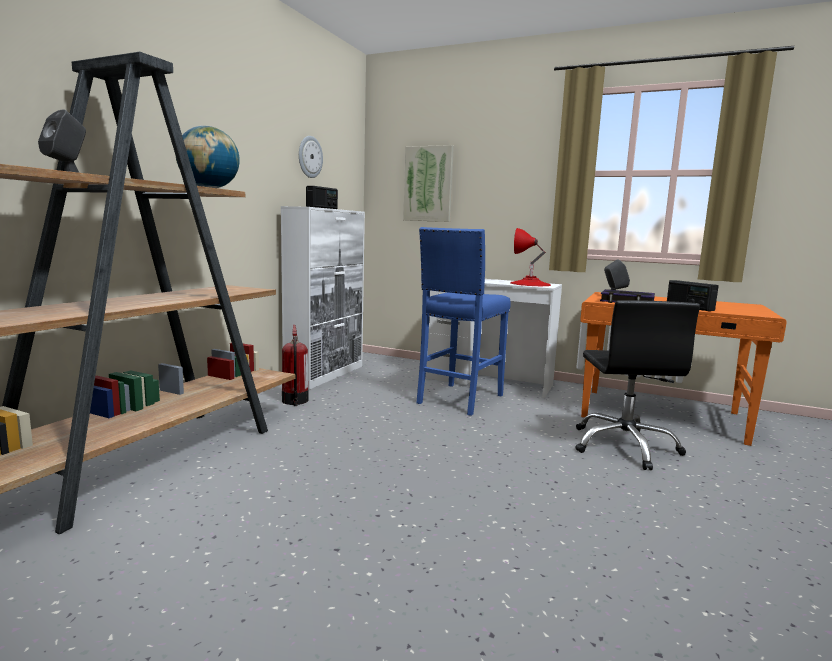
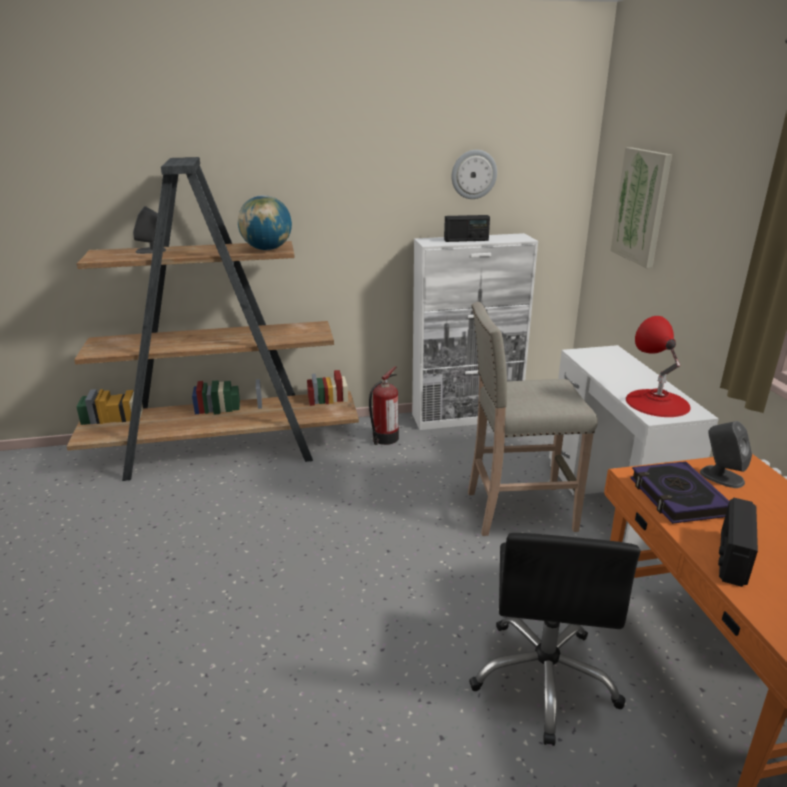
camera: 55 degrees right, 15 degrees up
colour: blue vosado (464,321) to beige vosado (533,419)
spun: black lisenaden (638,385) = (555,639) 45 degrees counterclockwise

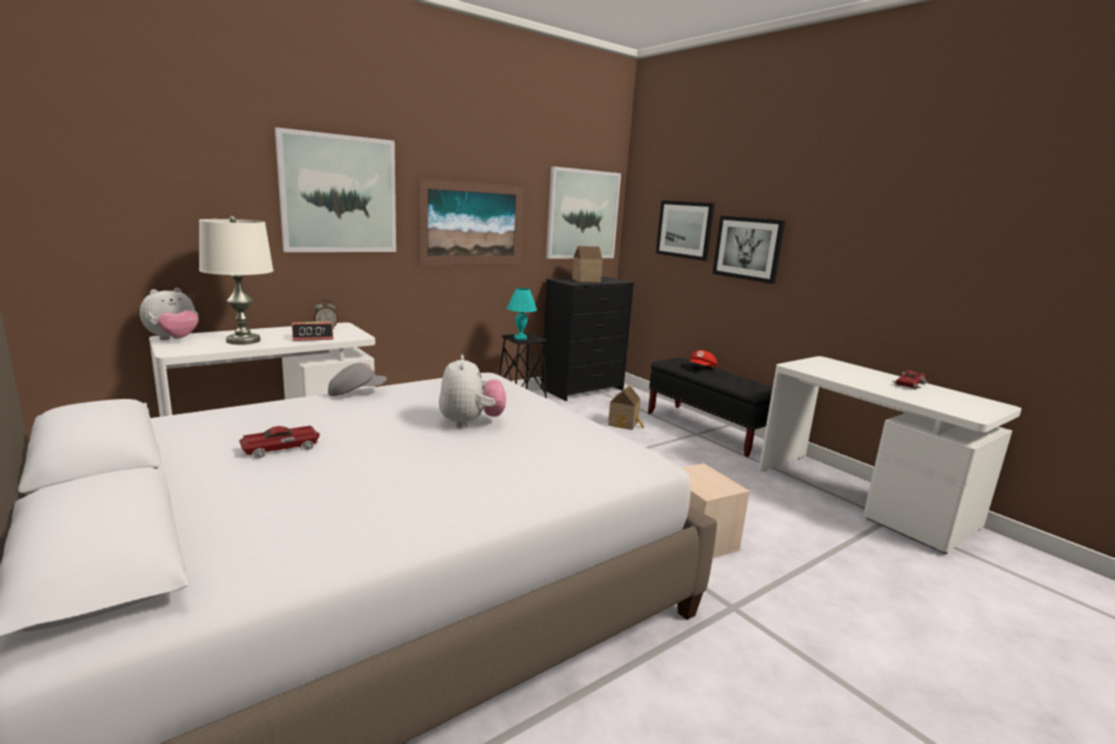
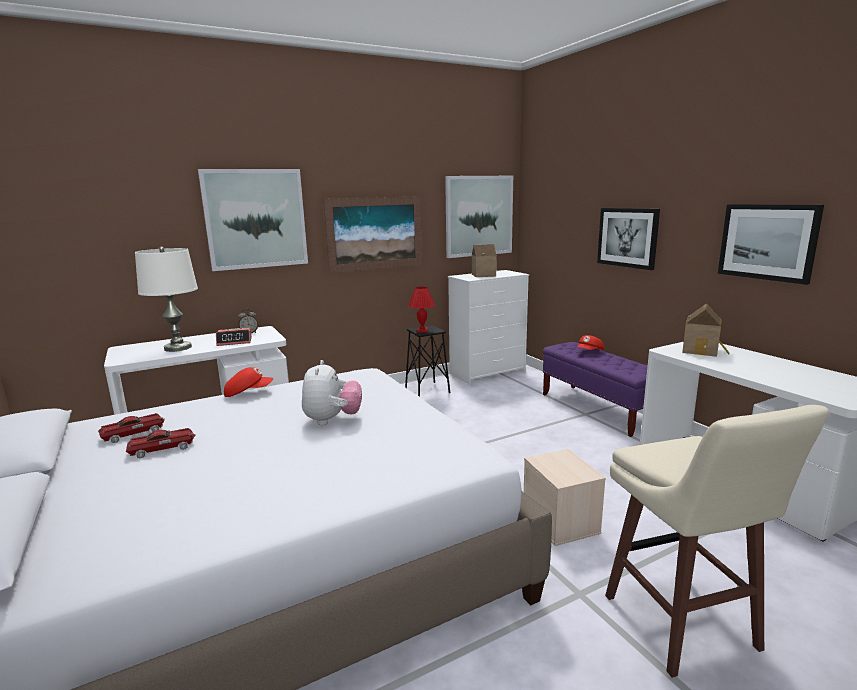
camera: 10 degrees right, 0 degrees up
missing: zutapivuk (169,314)
appeared: beige vosado (717,541)
relocated: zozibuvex (910,380) to (131,428); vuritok (626,407) to (705,330); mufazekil (685,230) to (771,244)
colour: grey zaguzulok (357,379) to red zaguzulok (248,382); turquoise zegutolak (522,314) to red zegutolak (421,310); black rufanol (588,339) to white rufanol (488,327); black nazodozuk (710,407) to purple nazodozuk (595,389)

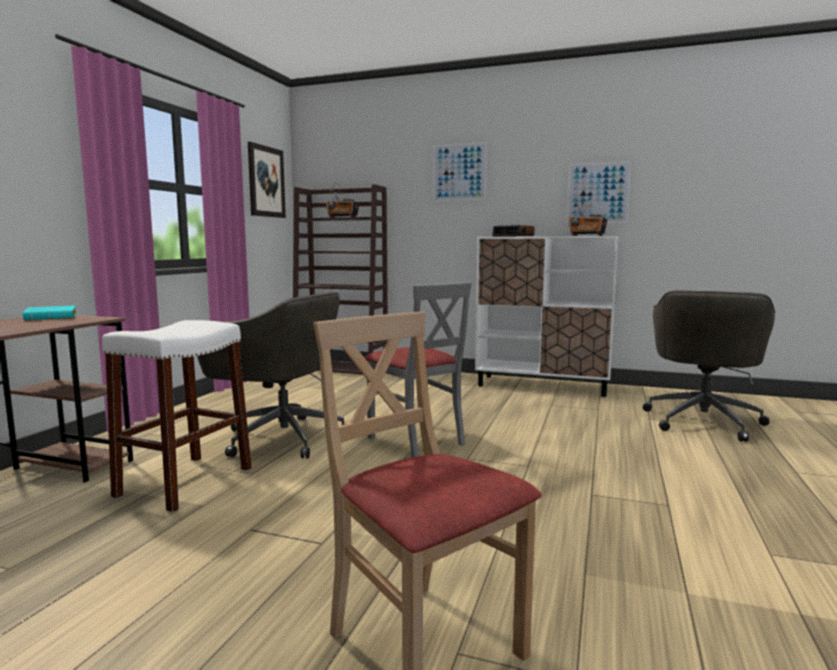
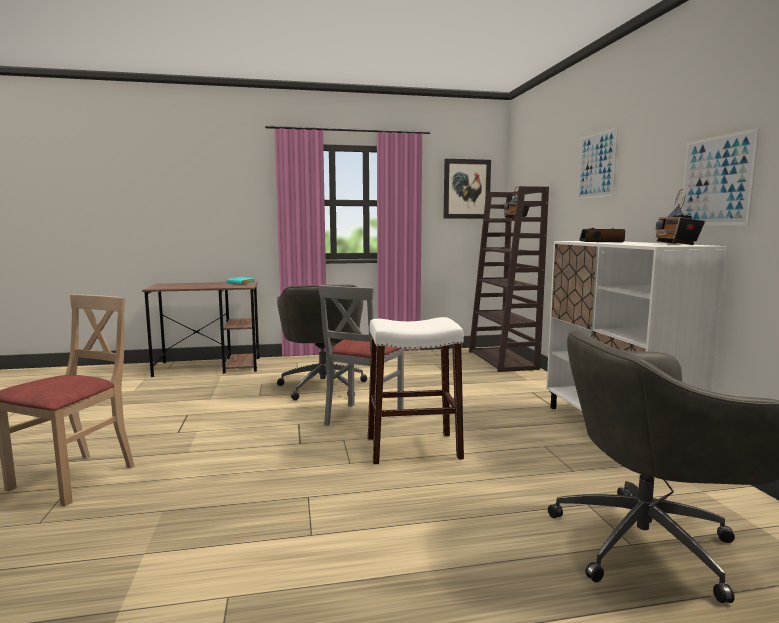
camera: 60 degrees right, 0 degrees up
relocated: white vosado (177,416) to (416,390)

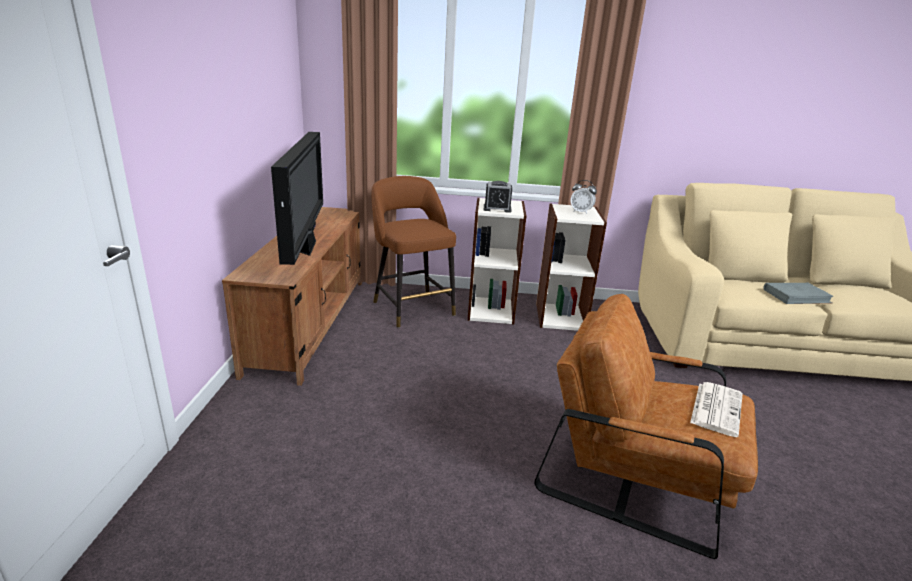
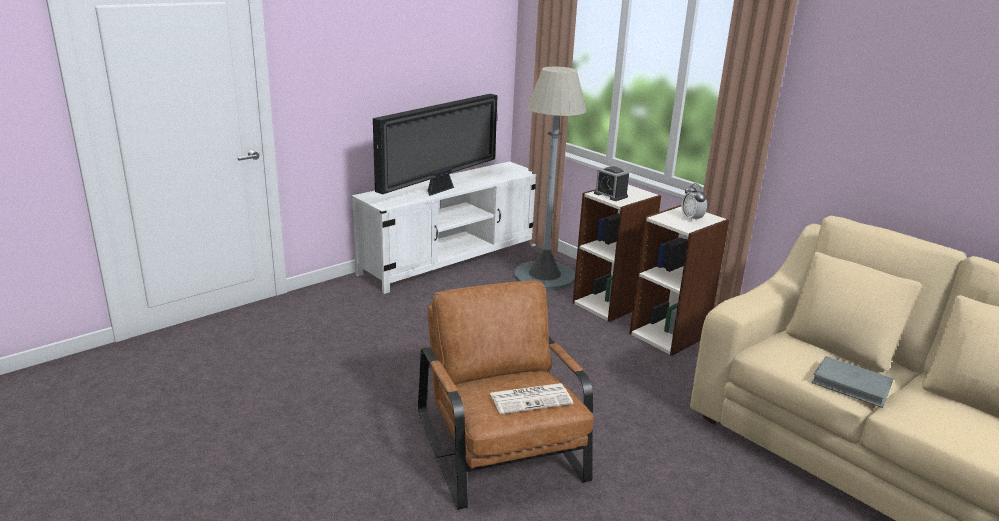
camera: 45 degrees right, 0 degrees up
exchanged: brown vosado (414,252) to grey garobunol (550,178)
colour: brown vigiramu (292,296) to white vigiramu (444,227)

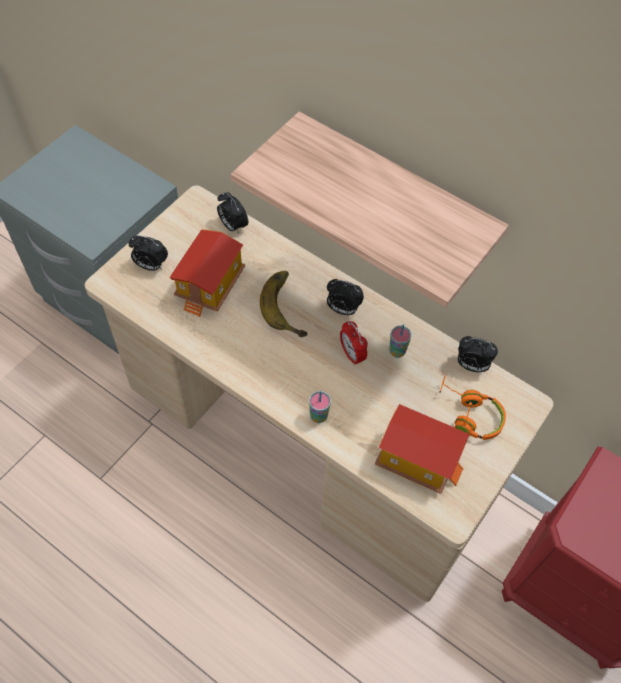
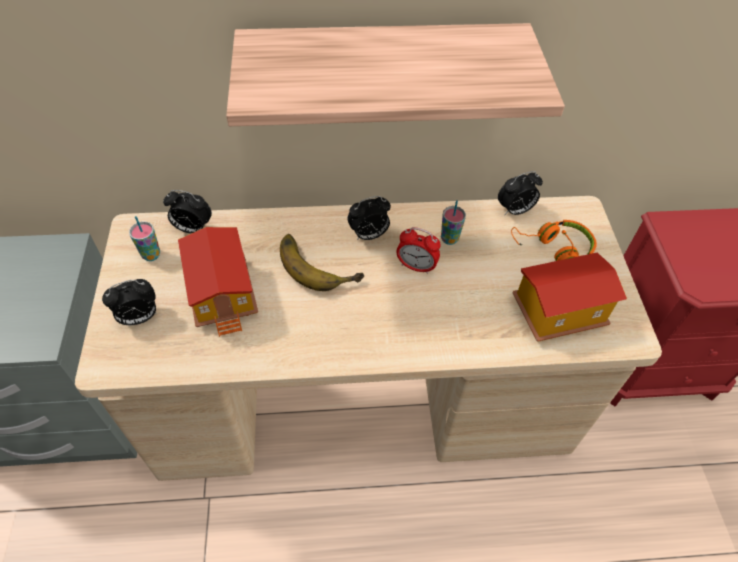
camera: 40 degrees left, 5 degrees down
relocated: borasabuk (320,407) to (144,238)

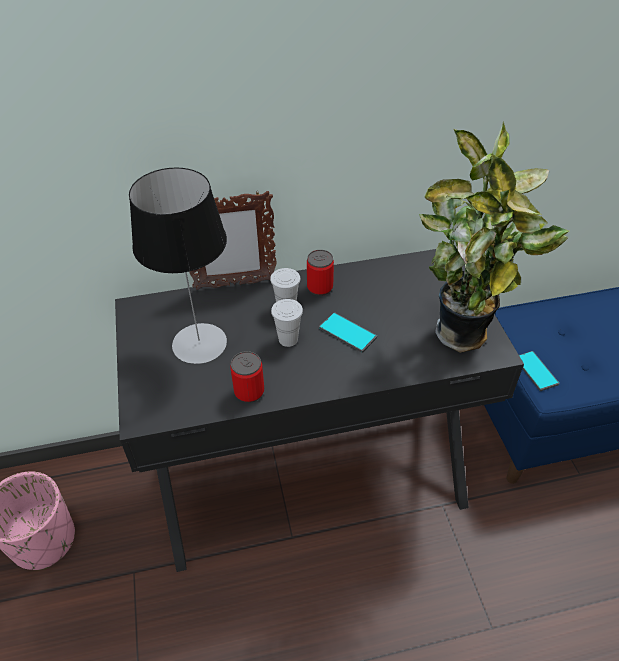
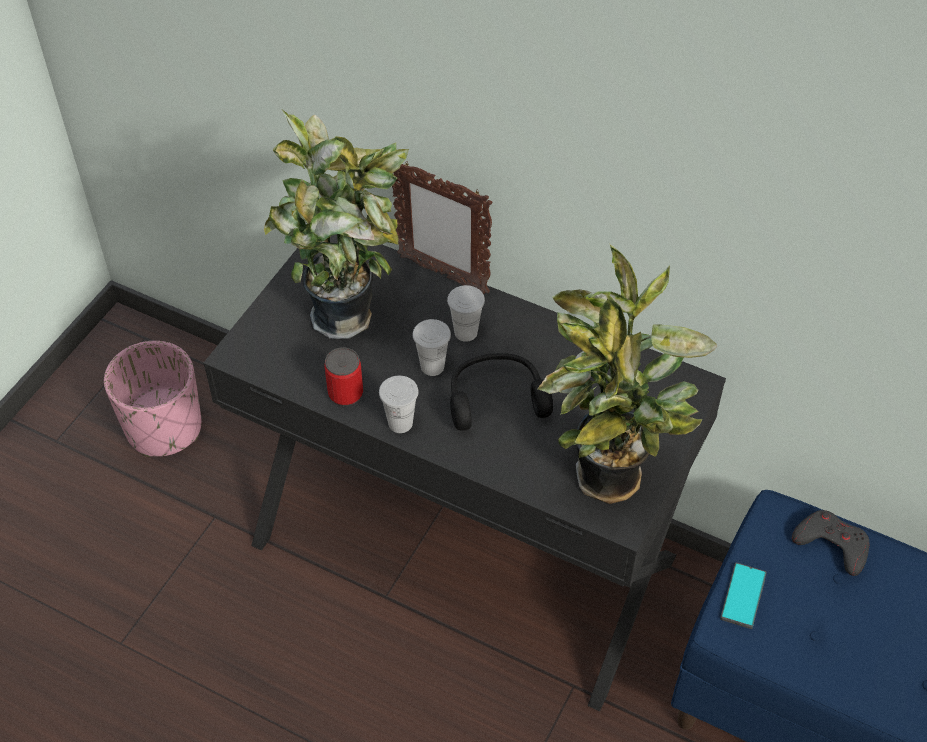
camera: 40 degrees right, 5 degrees up
missing: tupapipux (320,273)
appeared: white borasabuk (398,404); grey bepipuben (830,543)
exchanged: zegutolak (178,266) to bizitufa (336,224); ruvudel (348,332) to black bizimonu (501,392)

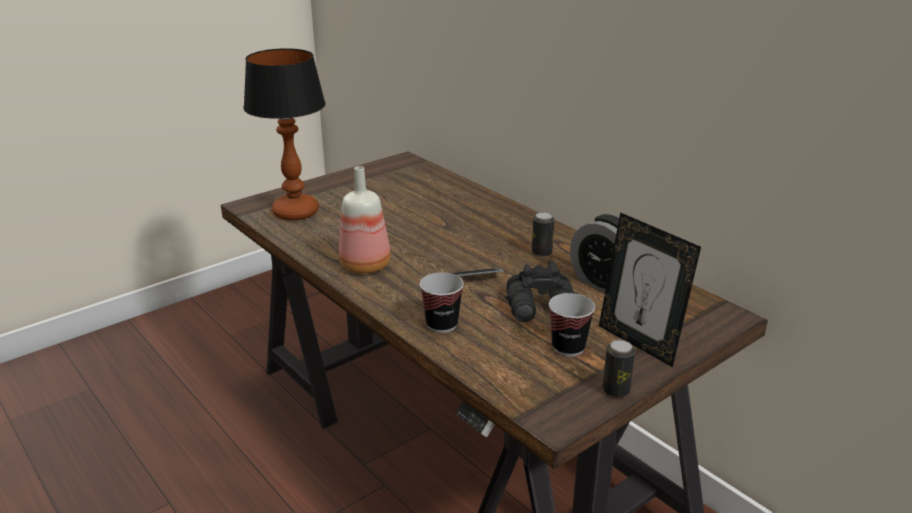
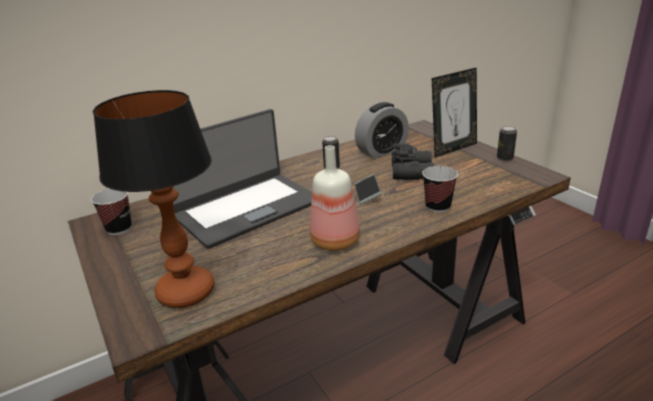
camera: 80 degrees left, 0 degrees up
appeared: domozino (242,179)
relocated: borasabuk (572,324) to (111,212)

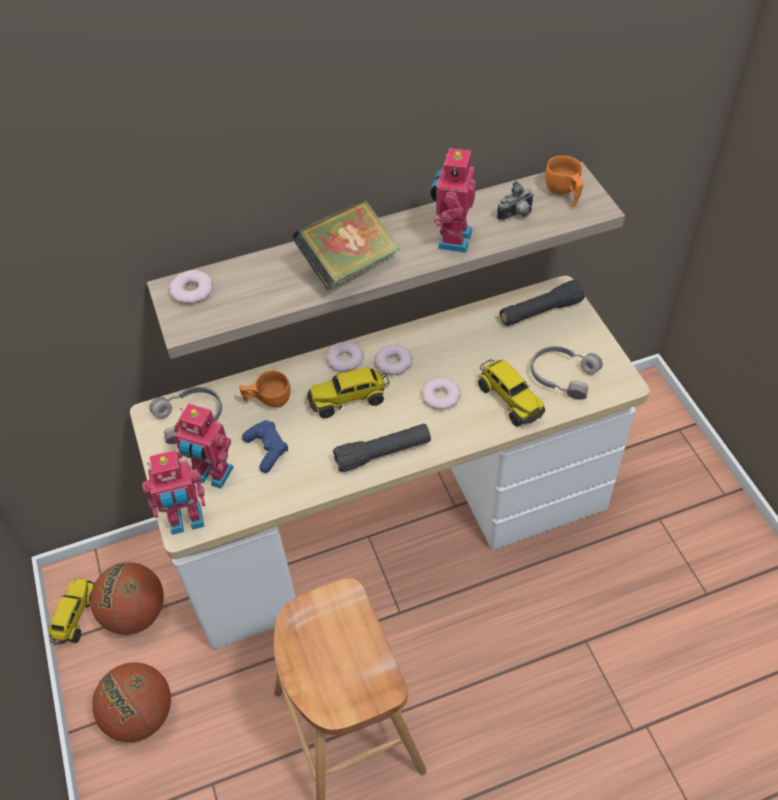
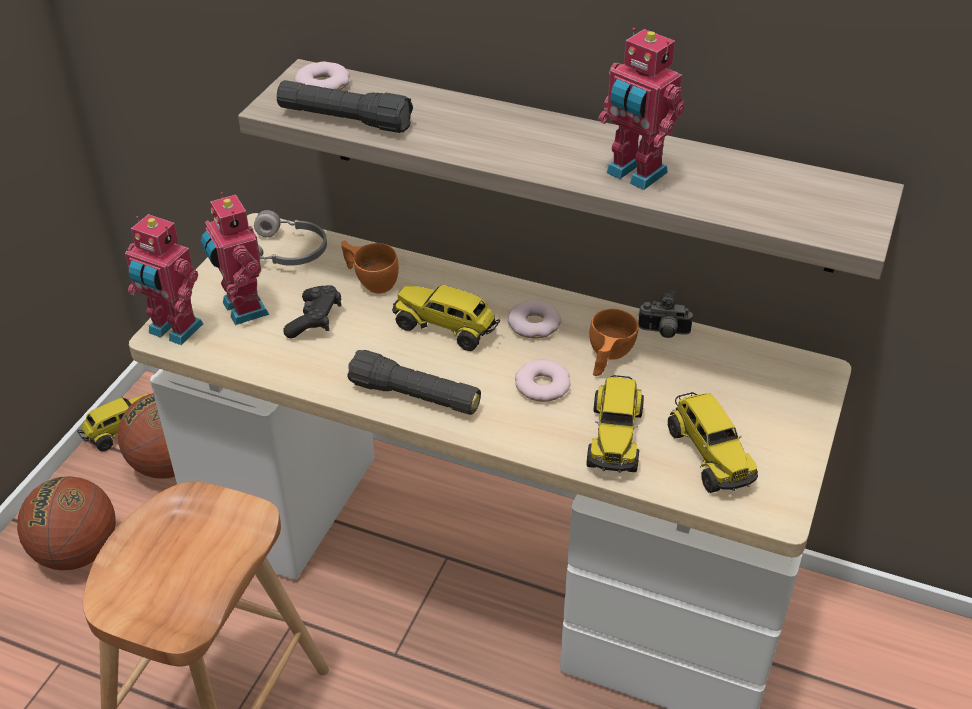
camera: 40 degrees right, 10 degrees down
missing: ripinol (346,244); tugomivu (345,356)
relocated: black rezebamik (542,303) to (345,106); orange borasabuk (564,181) to (614,342); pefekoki (515,201) to (665,314)
exchanged: grey bizimonu (567,373) to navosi (713,442)
colour: blue bepipuben (265,446) to black bepipuben (312,311)
spun: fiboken (452,199) = (641,109) 105 degrees counterclockwise

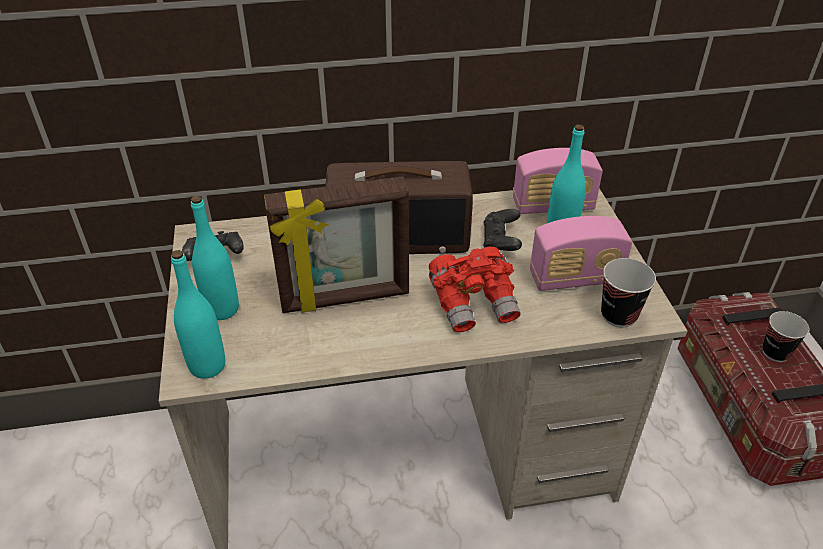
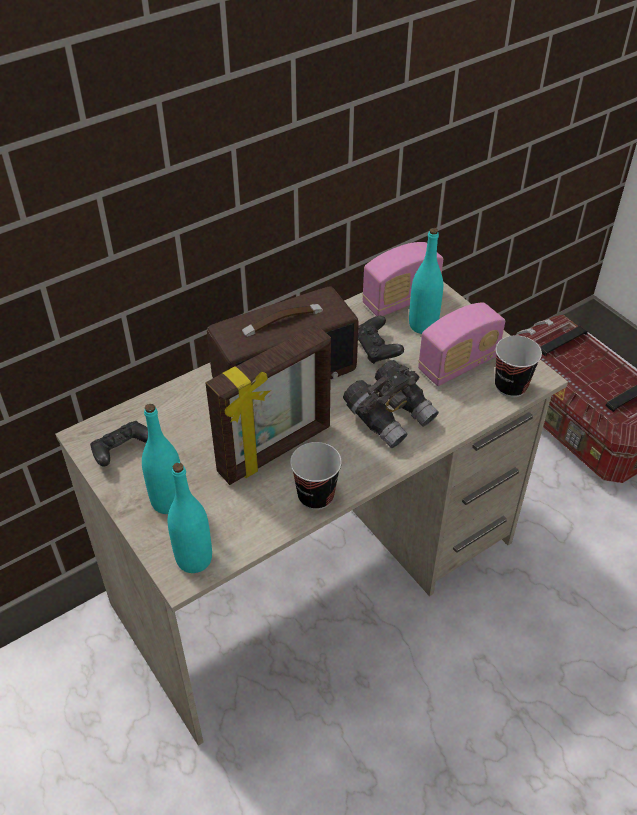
camera: 25 degrees left, 5 degrees up
relocated: borasabuk (785,336) to (316,476)
colour: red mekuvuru (475,289) to grey mekuvuru (391,404)

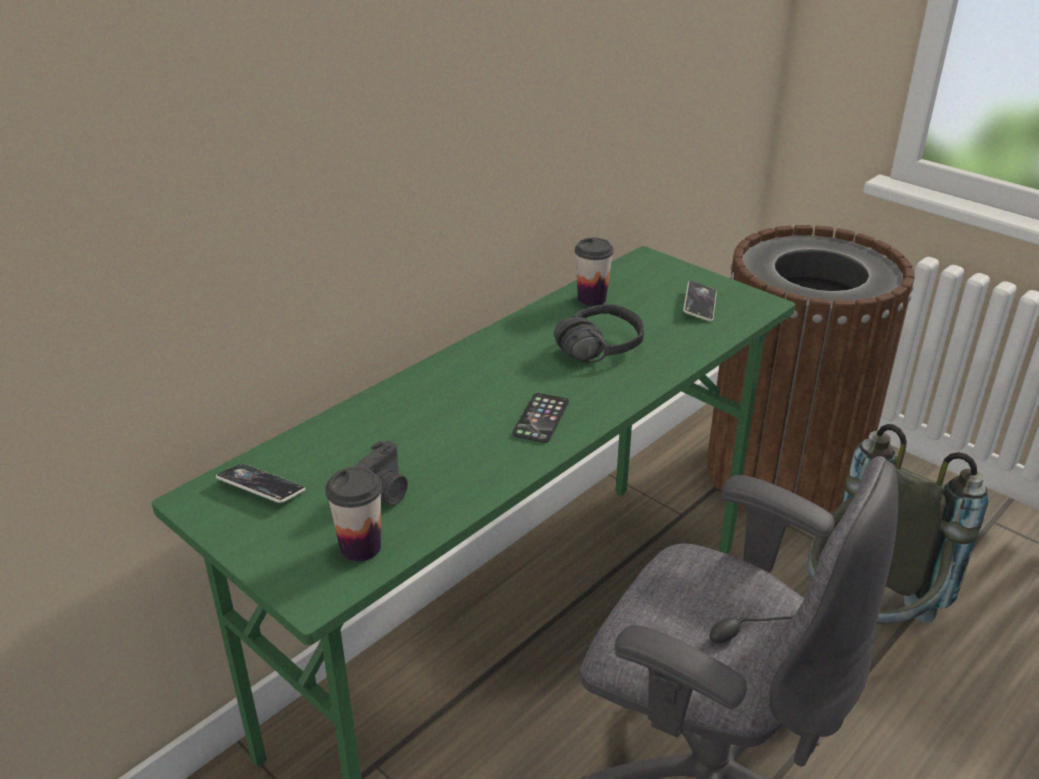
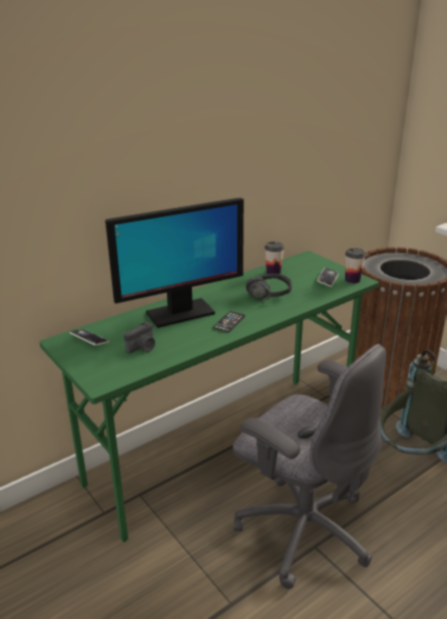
camera: 10 degrees right, 5 degrees down
appeared: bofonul (174,263)
relocated: borasabuk (353,514) to (355,265)

